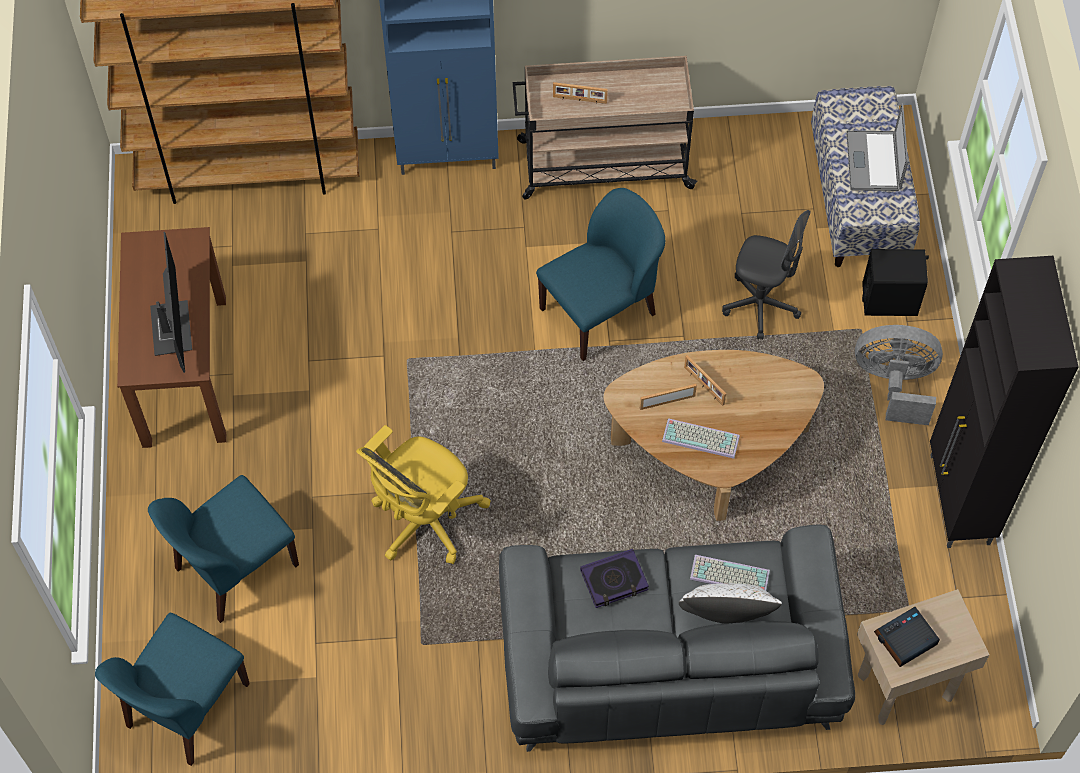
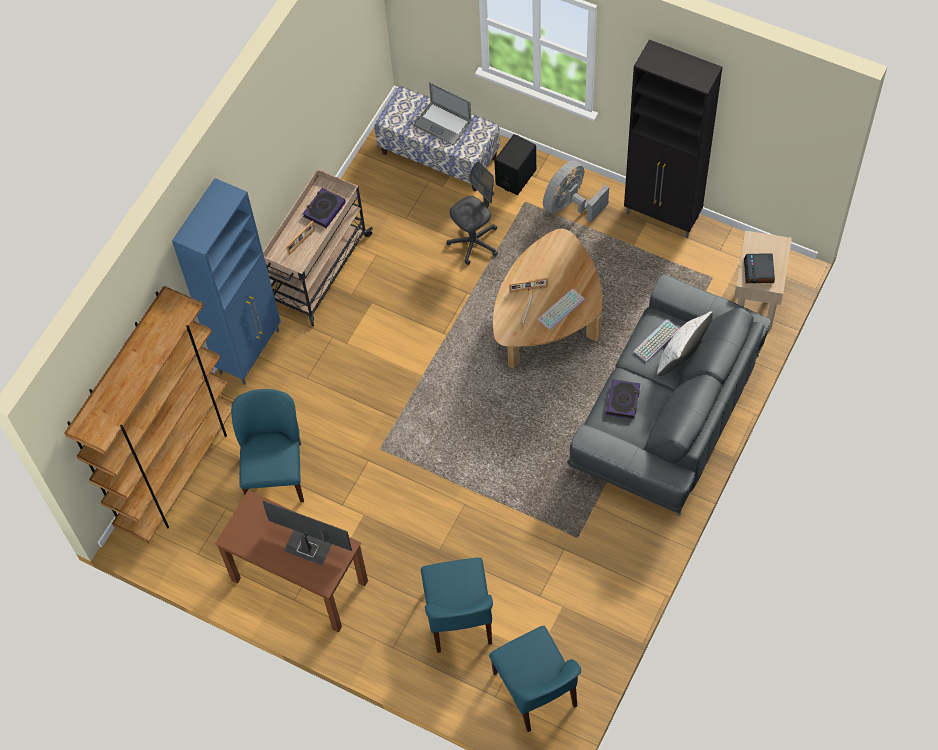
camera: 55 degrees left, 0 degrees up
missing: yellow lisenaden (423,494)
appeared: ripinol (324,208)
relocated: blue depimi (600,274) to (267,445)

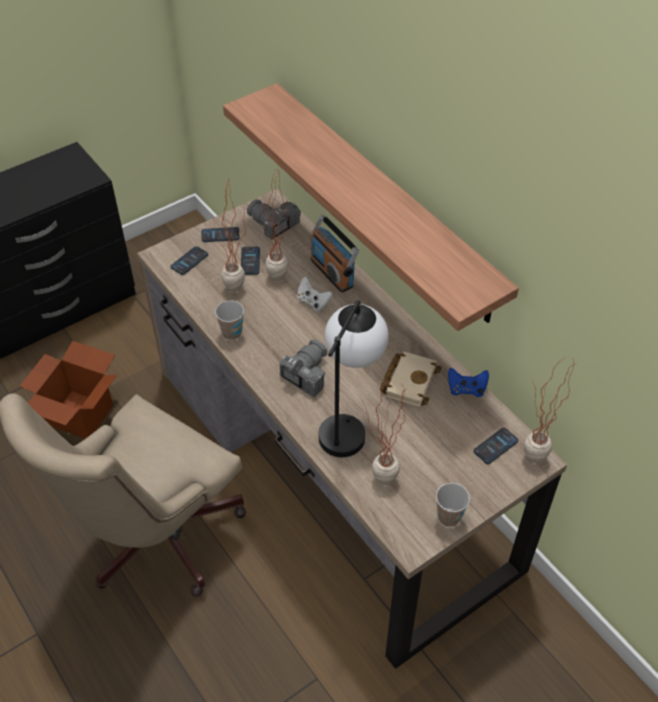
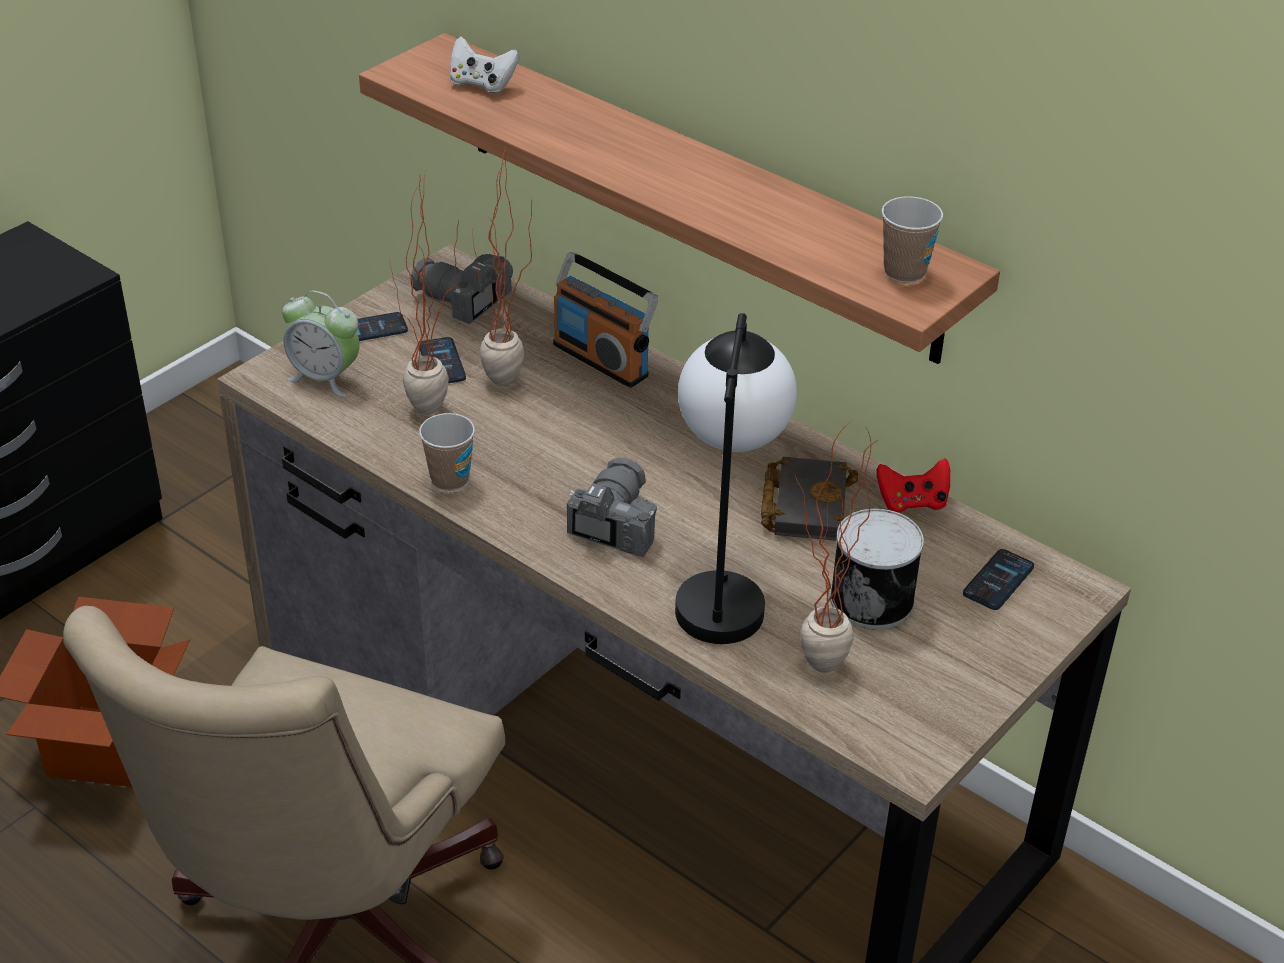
camera: 15 degrees left, 10 degrees down
missing: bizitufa (549,410)
appeared: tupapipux (877,569)
relocated: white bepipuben (315,294) to (485,65); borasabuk (453,505) to (912,239)
exchanged: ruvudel (189,260) to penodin (321,344)
colour: beige ripinol (411,379) to black ripinol (809,499); blue bepipuben (468,382) to red bepipuben (913,485)

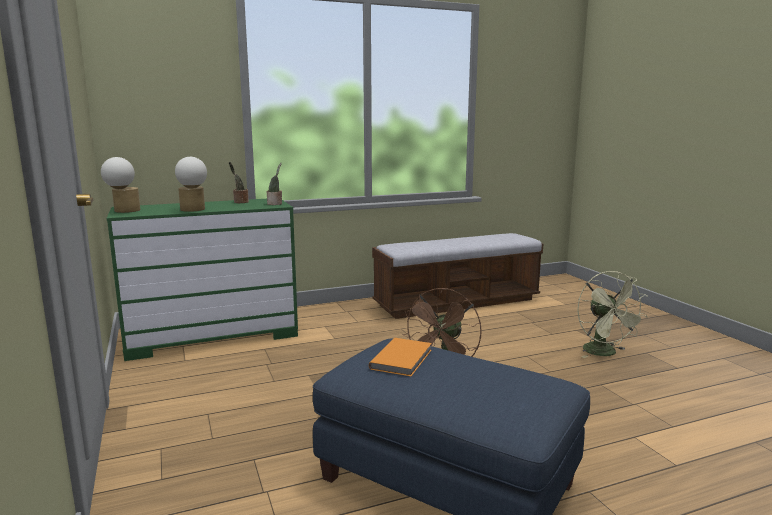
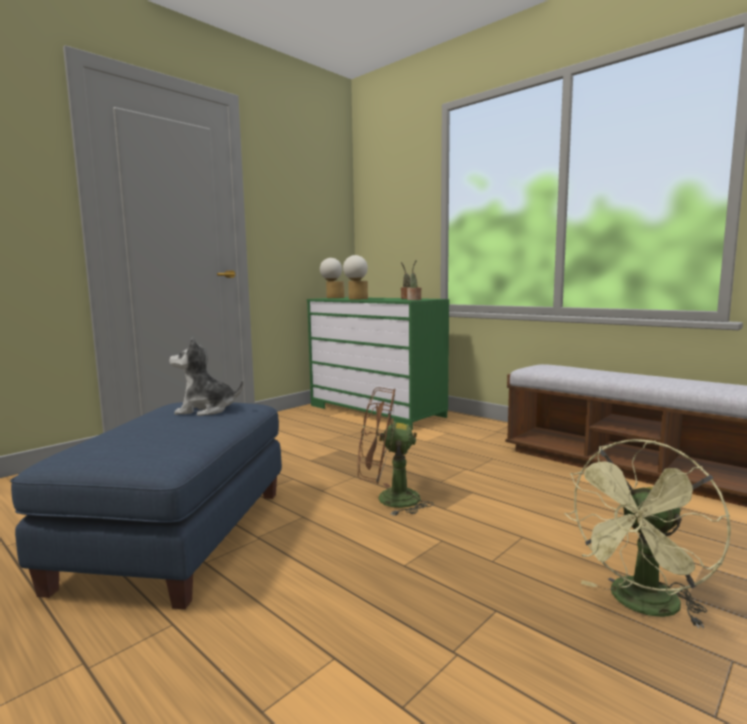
camera: 65 degrees right, 5 degrees down
exchanged: orange ripinol (400,357) to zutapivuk (206,377)

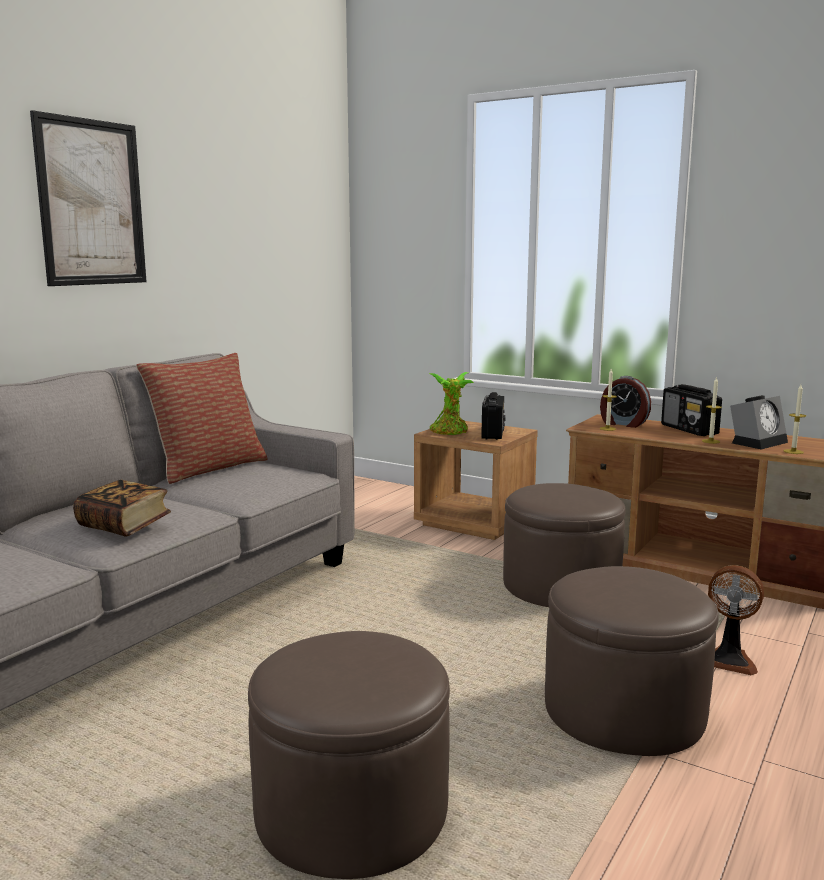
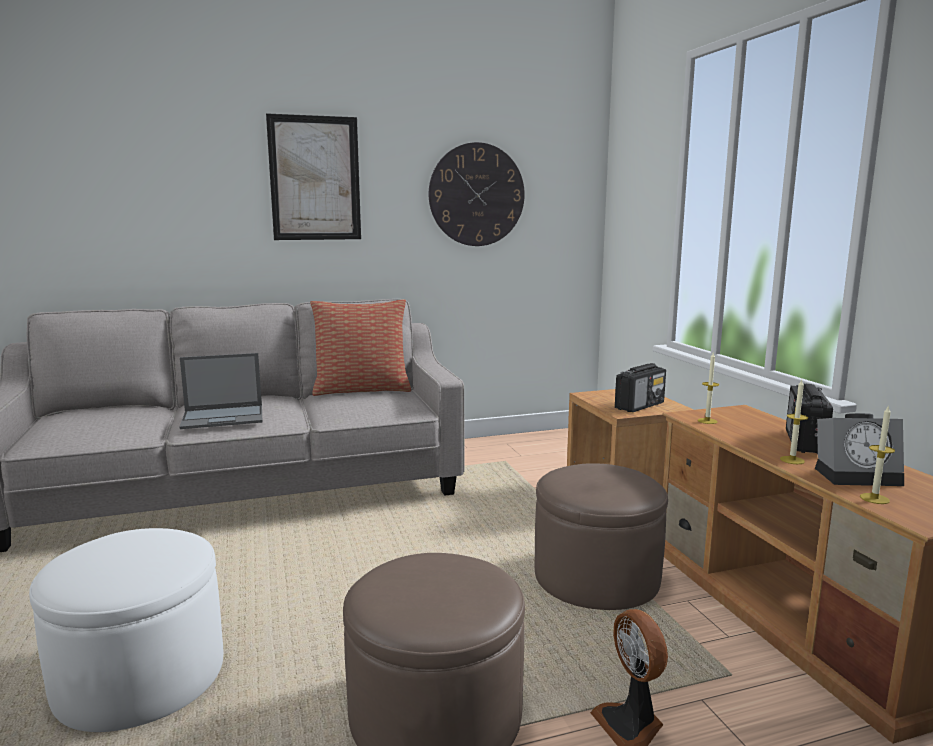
camera: 40 degrees right, 0 degrees up
missing: bizitufa (451,403); penodin (625,402)
appeared: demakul (477,194)
exchanged: ripinol (122,508) to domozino (220,391)
colour: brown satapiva (349,755) to white satapiva (126,630)

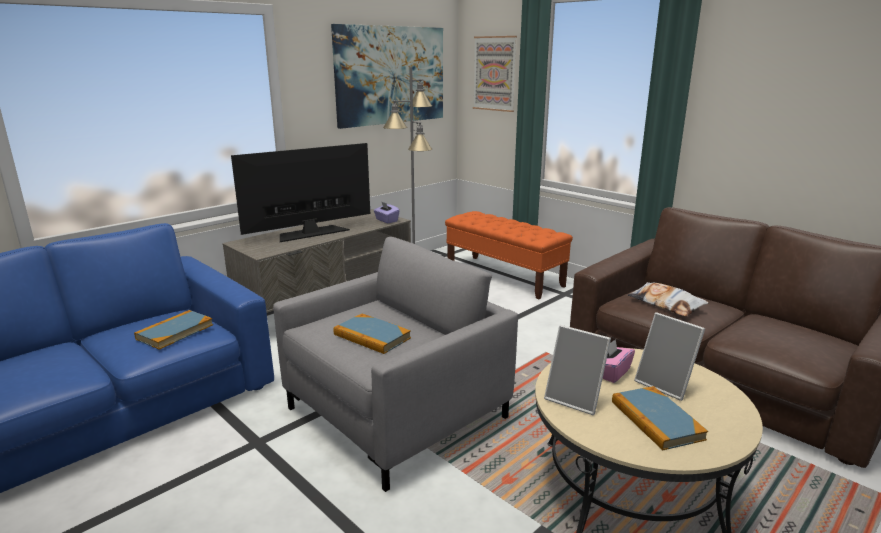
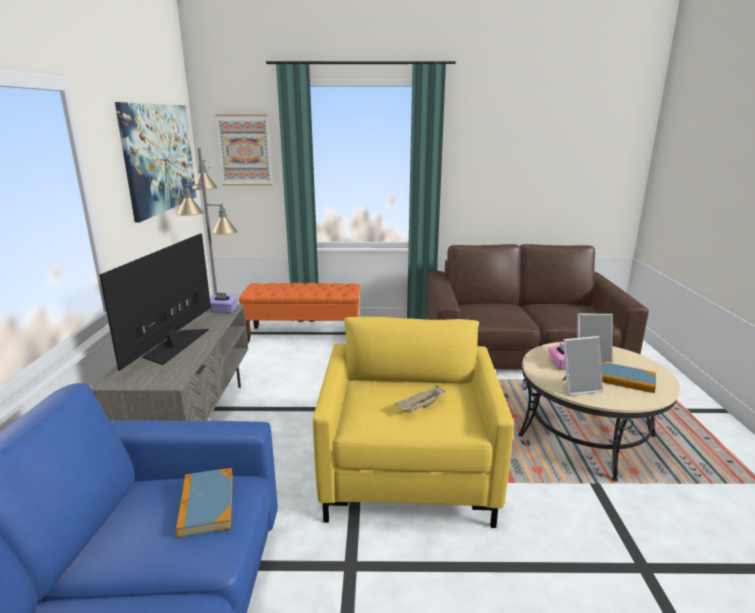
camera: 45 degrees left, 0 degrees up
missing: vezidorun (668,299)
exchanged: ripinol (372,334) to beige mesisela (420,398)
colour: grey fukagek (396,364) to yellow fukagek (413,422)

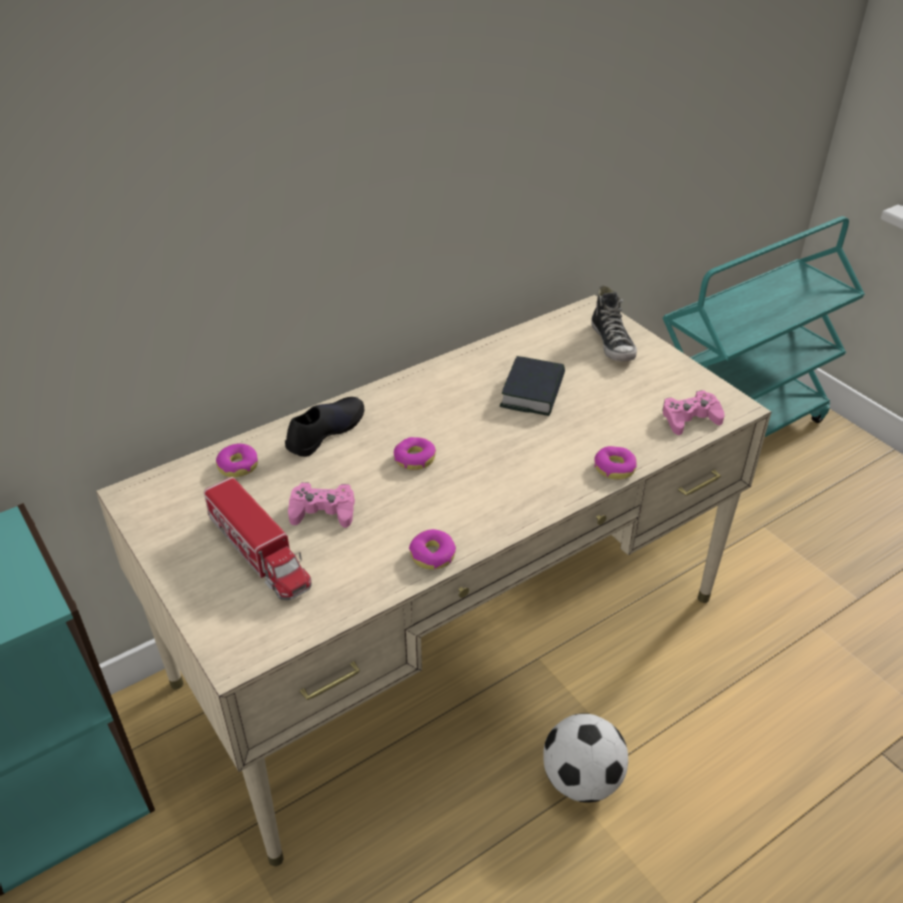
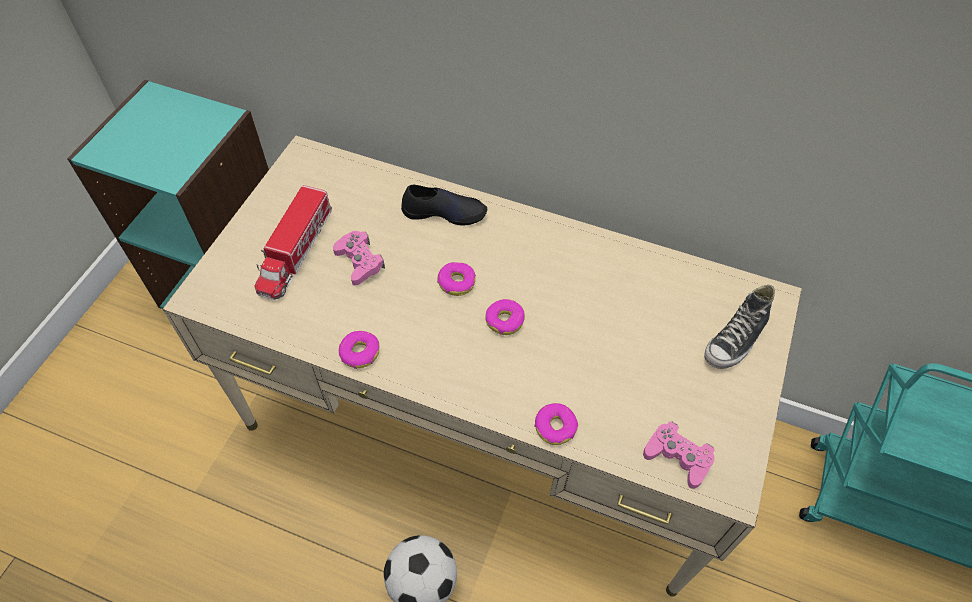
camera: 55 degrees right, 15 degrees up
missing: ripinol (532,386)
relocated: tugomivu (237,460) to (505,317)

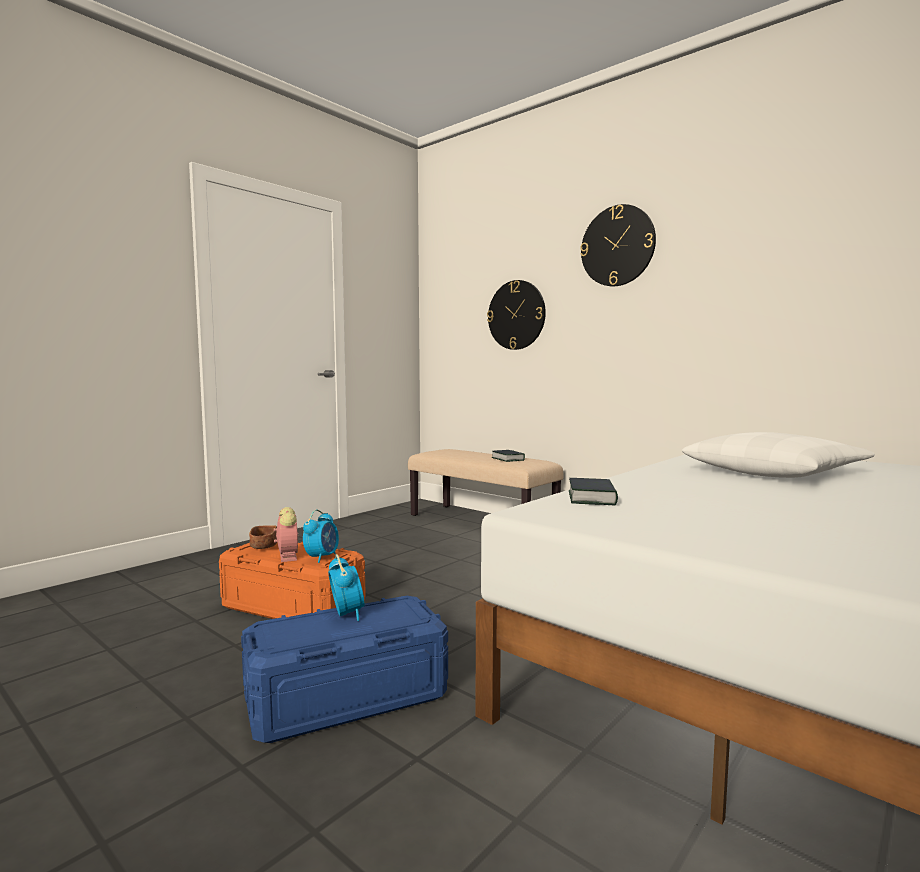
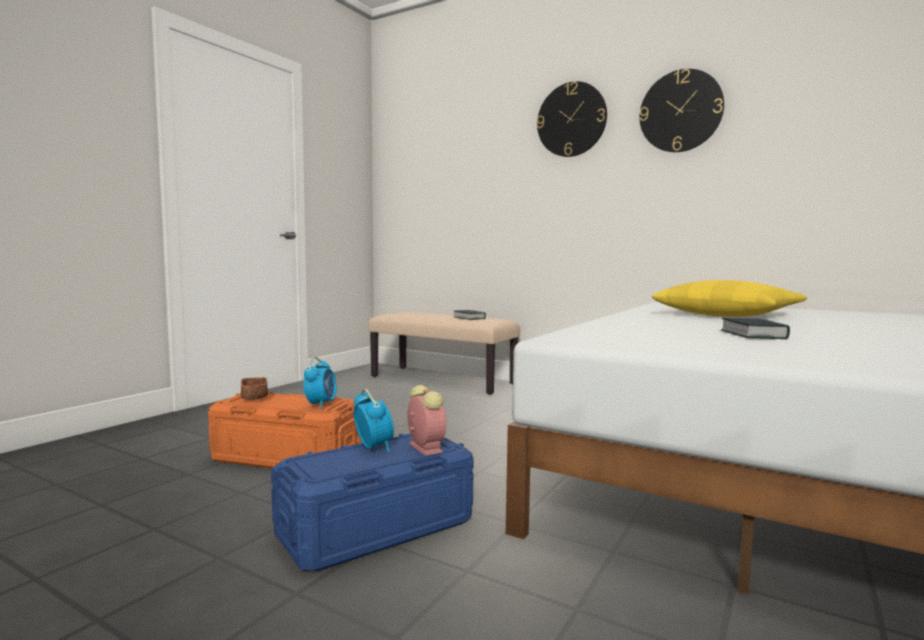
camera: 10 degrees left, 0 degrees up
relocated: penodin (286,534) to (426,420); demakul (516,315) to (681,110); ripinol (593,491) to (755,328)
colour: white vezidorun (778,455) to yellow vezidorun (729,298)

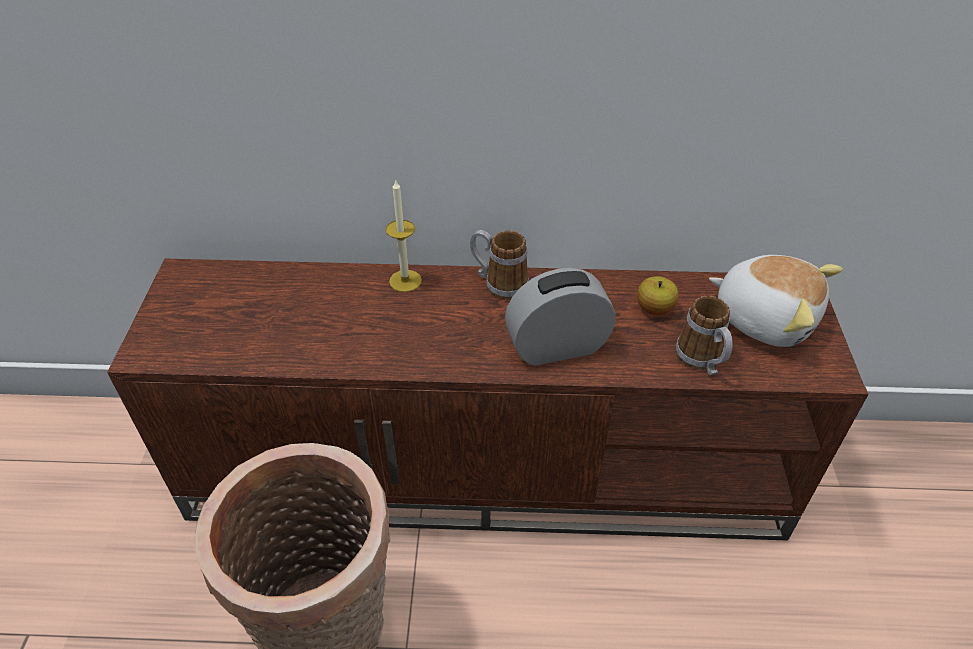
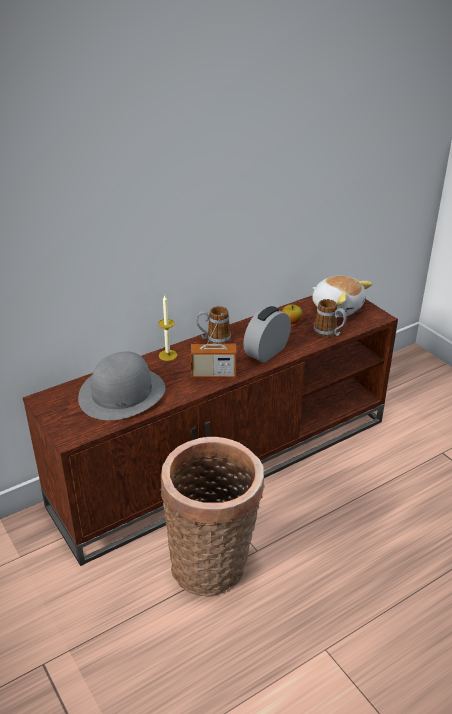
camera: 35 degrees left, 10 degrees down
appeared: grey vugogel (121,385); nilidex (213,345)
spun: zutapivuk (776,301) = (342,296) 45 degrees clockwise

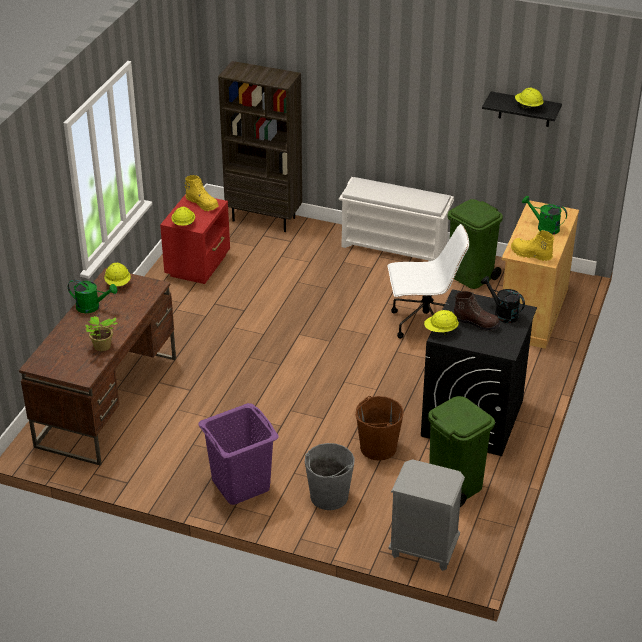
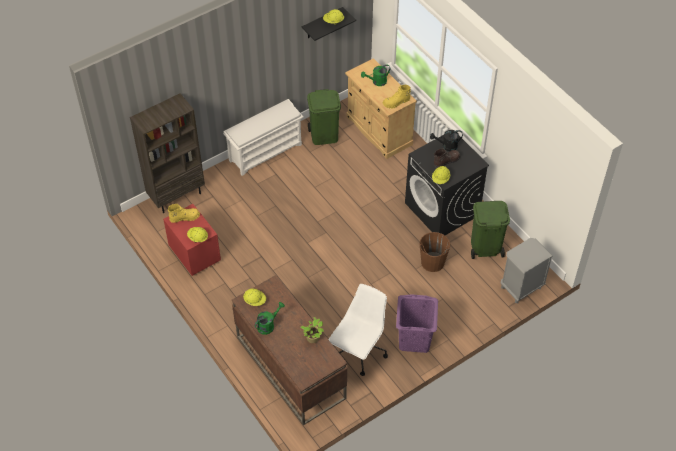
camera: 55 degrees left, 15 degrees up
missing: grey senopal (330,476)
relocated: white lisenaden (428,281) to (358,330)

